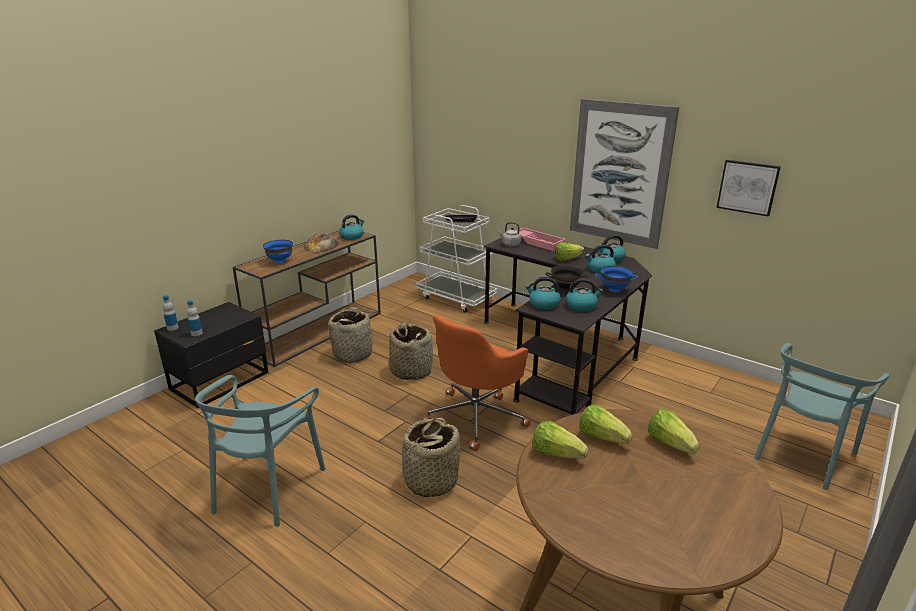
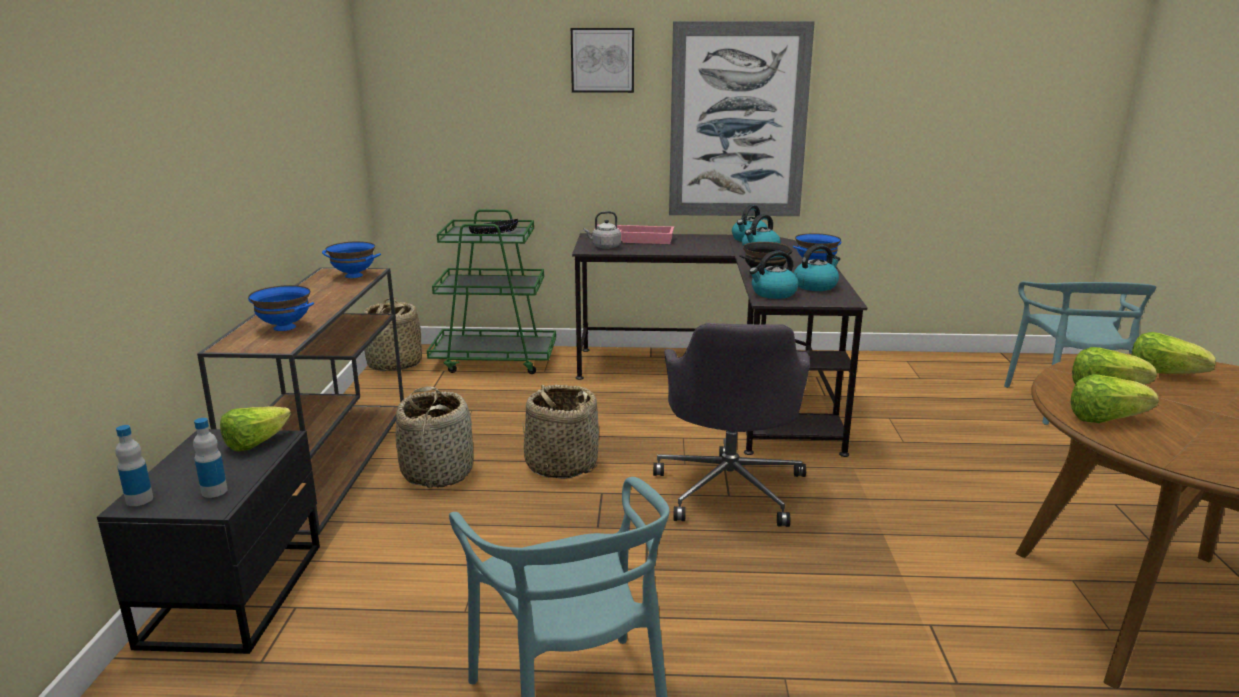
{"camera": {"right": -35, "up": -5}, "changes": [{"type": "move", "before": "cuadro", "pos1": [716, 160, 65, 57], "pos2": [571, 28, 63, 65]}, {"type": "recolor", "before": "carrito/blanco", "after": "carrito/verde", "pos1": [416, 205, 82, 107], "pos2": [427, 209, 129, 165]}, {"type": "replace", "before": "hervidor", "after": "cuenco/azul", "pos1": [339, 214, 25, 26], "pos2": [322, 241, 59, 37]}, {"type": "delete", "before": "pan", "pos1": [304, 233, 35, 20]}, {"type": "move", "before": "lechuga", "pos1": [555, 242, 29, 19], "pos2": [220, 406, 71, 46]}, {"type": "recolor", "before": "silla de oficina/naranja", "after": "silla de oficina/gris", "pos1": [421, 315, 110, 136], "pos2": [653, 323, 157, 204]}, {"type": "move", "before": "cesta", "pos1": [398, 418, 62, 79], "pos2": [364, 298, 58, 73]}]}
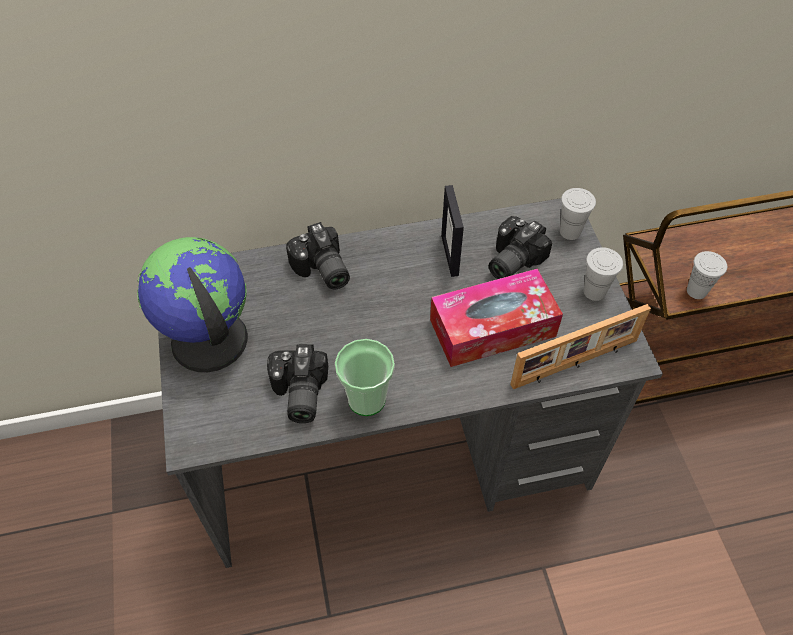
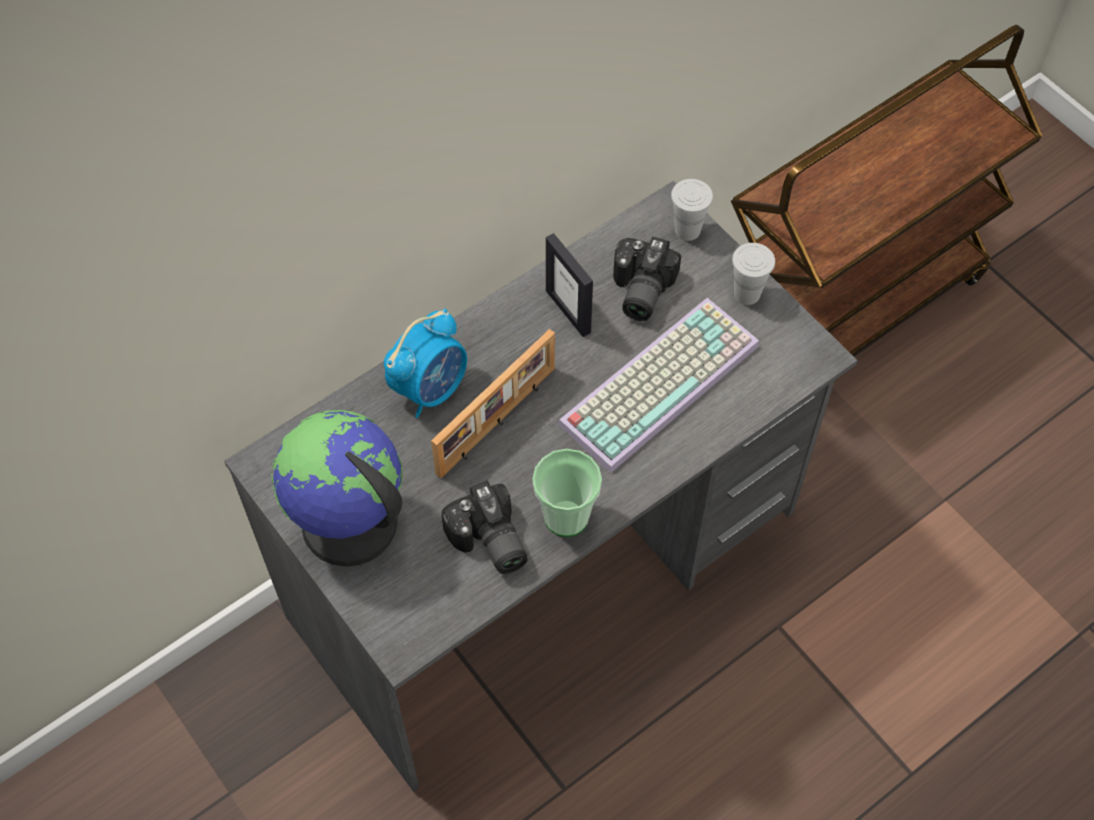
{"camera": {"right": -25, "up": 5}, "changes": [{"type": "replace", "before": "cámara", "after": "despertador", "pos1": [286, 222, 64, 68], "pos2": [384, 309, 83, 109]}, {"type": "delete", "before": "taza/blanco", "pos1": [687, 251, 40, 48]}, {"type": "replace", "before": "caja de pañuelos", "after": "teclado", "pos1": [430, 268, 133, 99], "pos2": [558, 298, 202, 175]}, {"type": "move", "before": "portarretratos", "pos1": [510, 304, 141, 85], "pos2": [431, 329, 124, 149]}]}
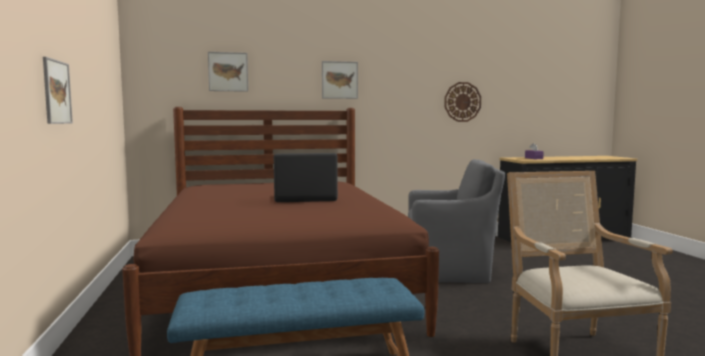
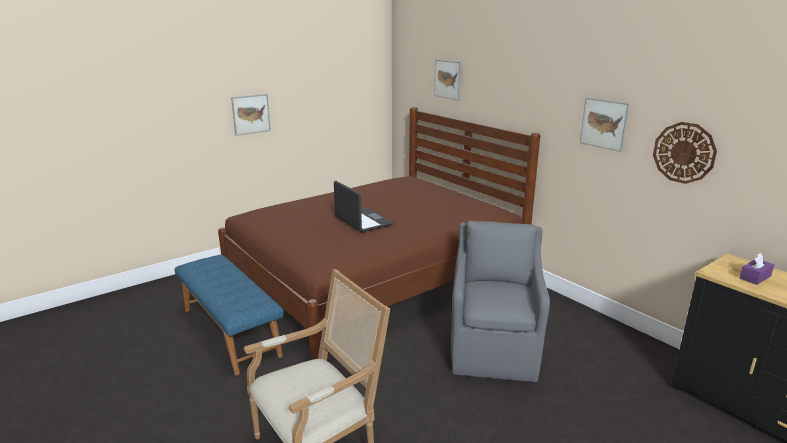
{"camera": {"right": 65, "up": 15}, "changes": [{"type": "move", "before": "cuadro", "pos1": [322, 61, 36, 38], "pos2": [580, 97, 50, 55]}, {"type": "rotate", "before": "sillón/gris", "pos1": [408, 159, 97, 124], "pos2": [451, 221, 99, 161], "turn": -150}]}
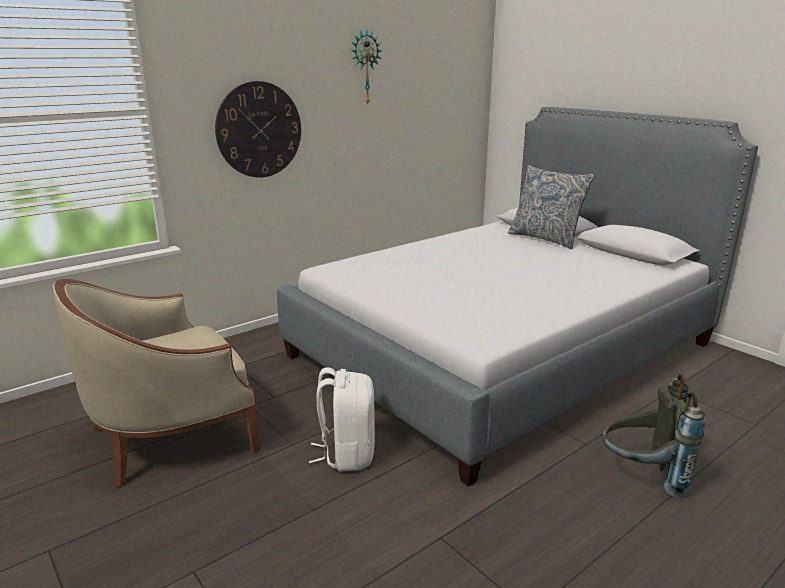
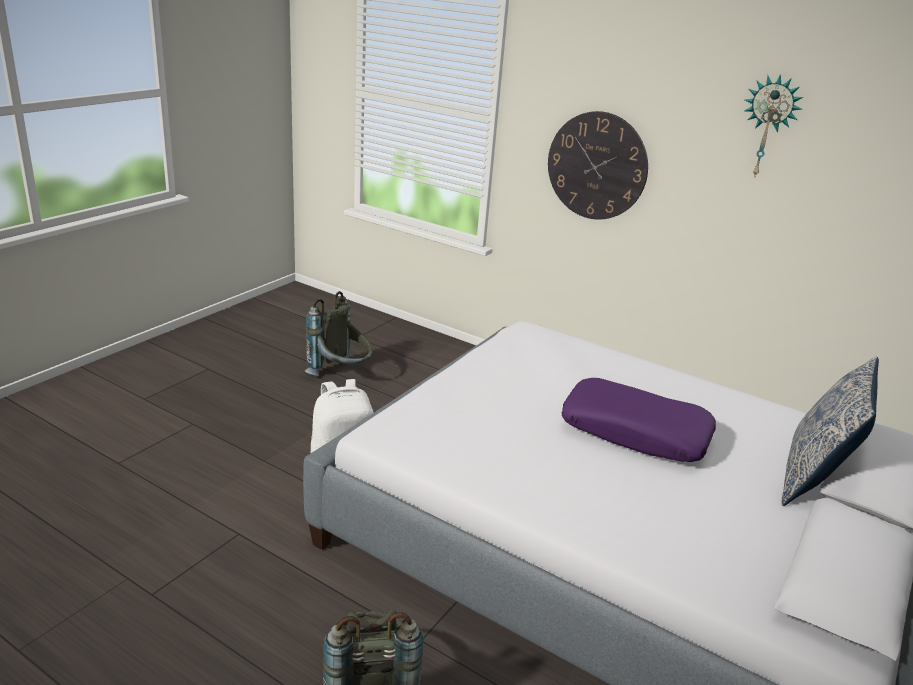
{"camera": {"right": 70, "up": 5}, "changes": [{"type": "replace", "before": "sillón/beis", "after": "mochila/gris", "pos1": [53, 279, 207, 208], "pos2": [305, 291, 67, 85]}, {"type": "insert", "after": "cojín/morado", "pos2": [562, 378, 154, 84]}]}
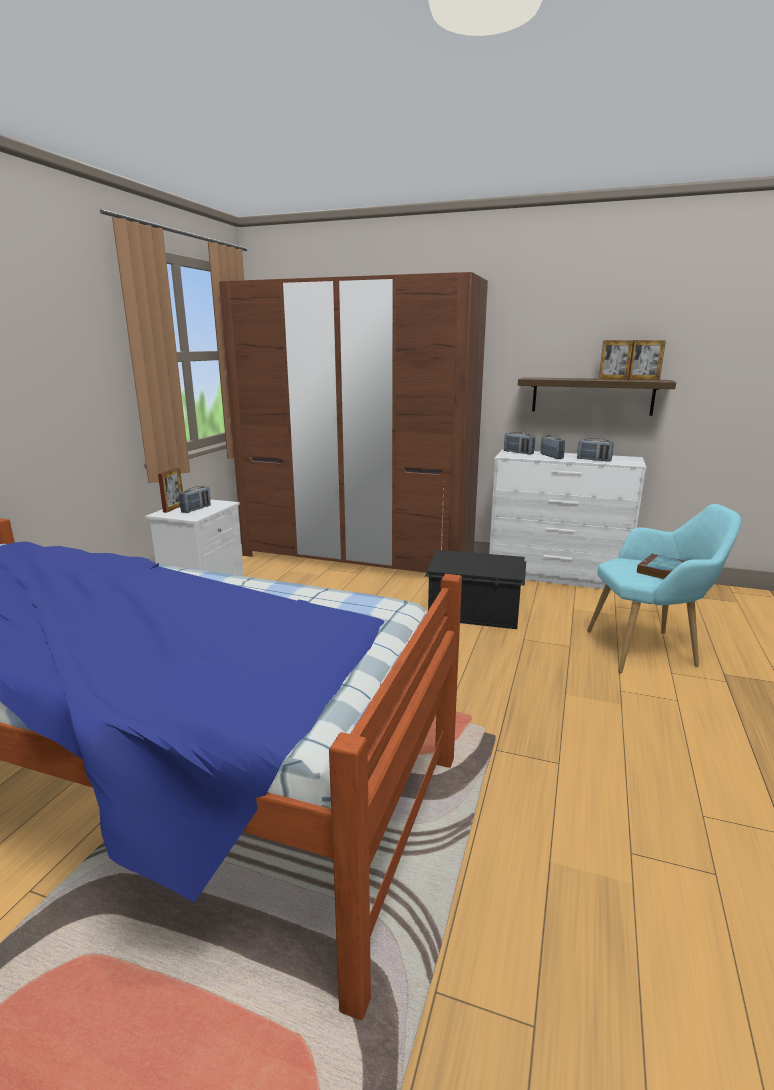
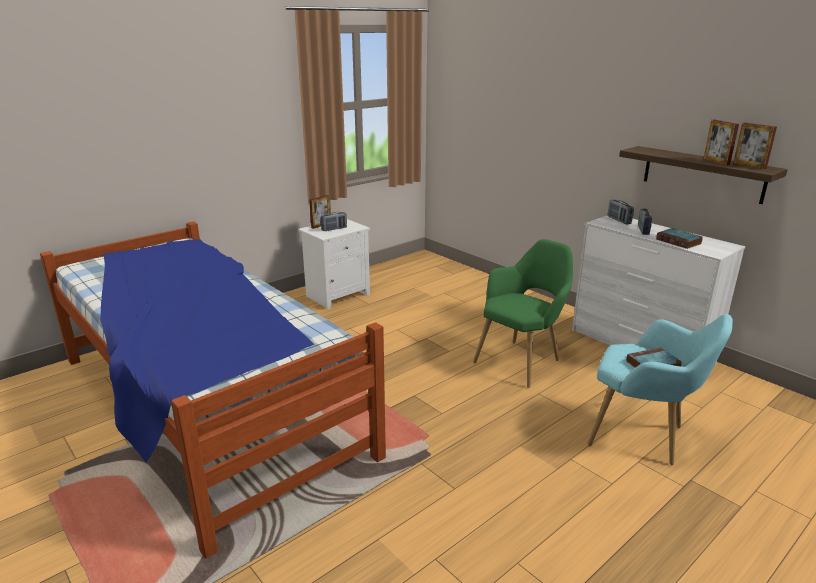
{"camera": {"right": 30, "up": 5}, "changes": [{"type": "delete", "before": "armario ropero/marrón", "pos1": [219, 272, 269, 301]}, {"type": "replace", "before": "radio", "after": "libro", "pos1": [577, 438, 37, 24], "pos2": [656, 228, 47, 21]}, {"type": "replace", "before": "caja de almacenaje/negro", "after": "sillón/verde", "pos1": [425, 550, 101, 79], "pos2": [473, 239, 100, 149]}]}
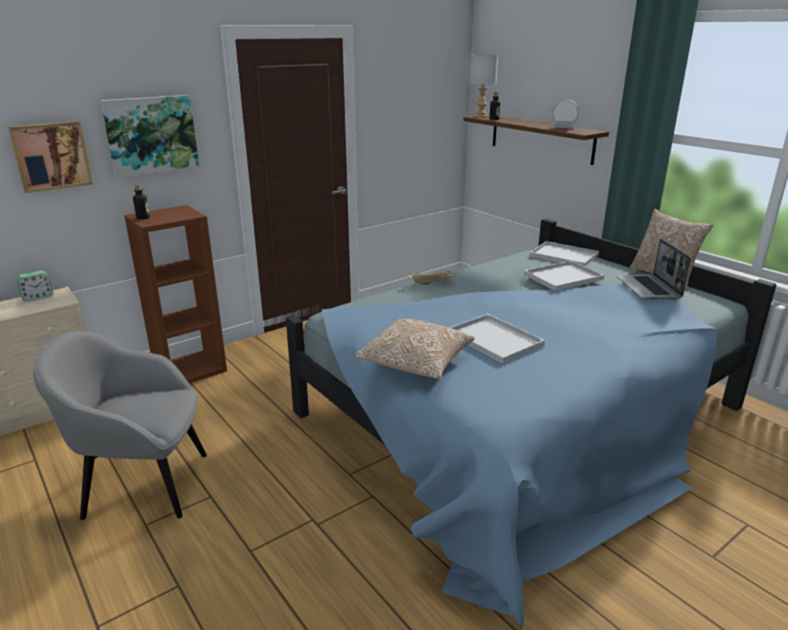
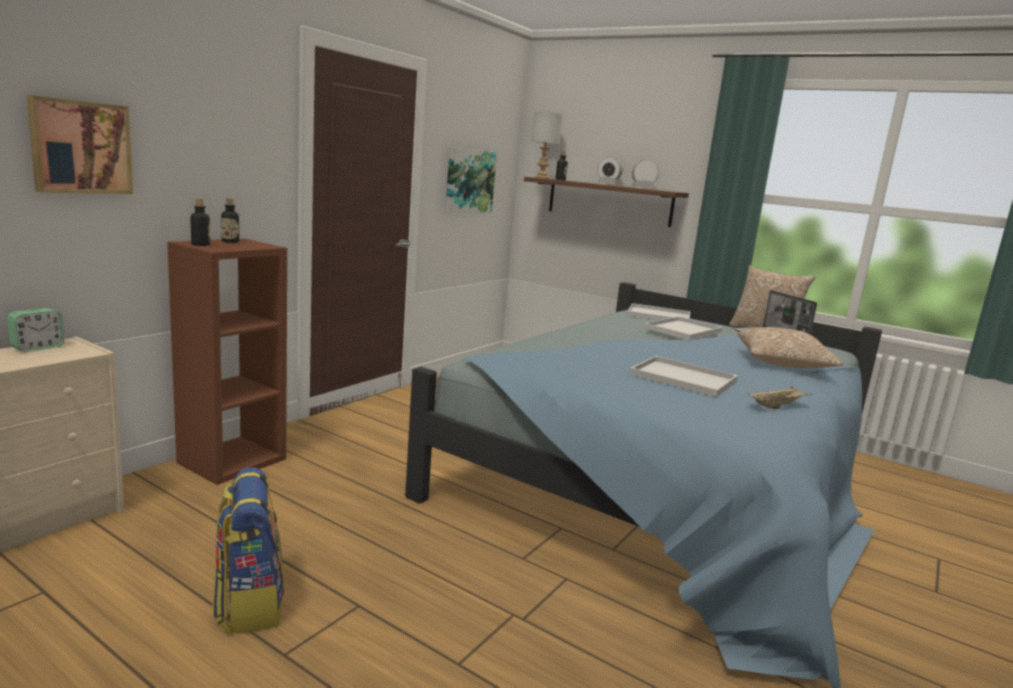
{"camera": {"right": -20, "up": -10}, "changes": [{"type": "move", "before": "cuadro", "pos1": [100, 95, 99, 83], "pos2": [445, 147, 52, 66]}, {"type": "move", "before": "bandeja/beis", "pos1": [407, 270, 48, 15], "pos2": [748, 386, 64, 23]}, {"type": "move", "before": "cojín", "pos1": [354, 319, 121, 60], "pos2": [738, 327, 106, 41]}, {"type": "replace", "before": "sillón/gris", "after": "mochila", "pos1": [34, 331, 173, 189], "pos2": [212, 467, 72, 167]}, {"type": "insert", "after": "despertador", "pos2": [597, 157, 26, 28]}, {"type": "insert", "after": "botella", "pos2": [221, 198, 18, 45]}]}
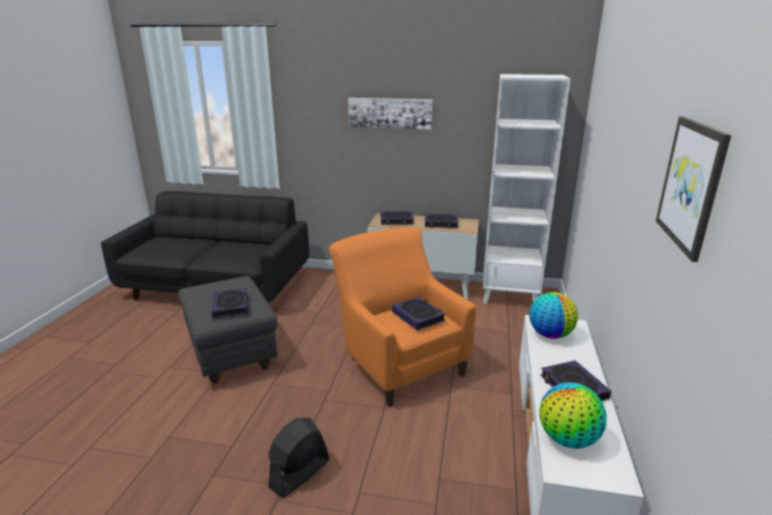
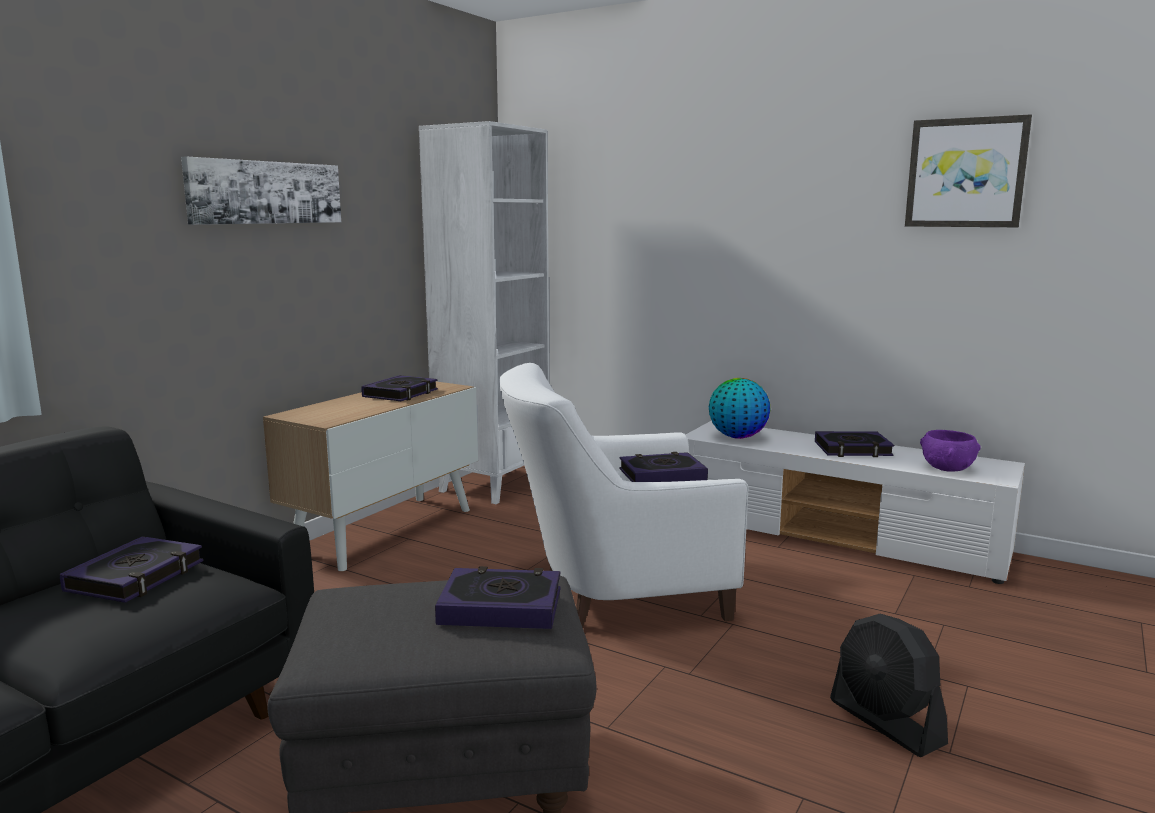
{"camera": {"right": -70, "up": -10}, "changes": [{"type": "move", "before": "libro", "pos1": [381, 211, 33, 14], "pos2": [60, 536, 144, 67]}, {"type": "recolor", "before": "sillón/naranja", "after": "sillón/blanco", "pos1": [329, 227, 147, 180], "pos2": [499, 363, 249, 265]}, {"type": "replace", "before": "globo terráqueo", "after": "cuenco/morado", "pos1": [539, 382, 68, 67], "pos2": [920, 430, 61, 42]}]}
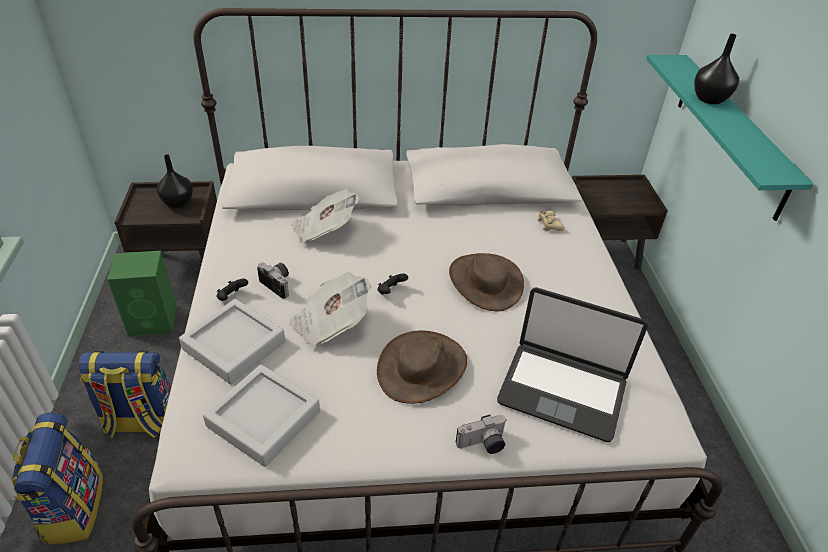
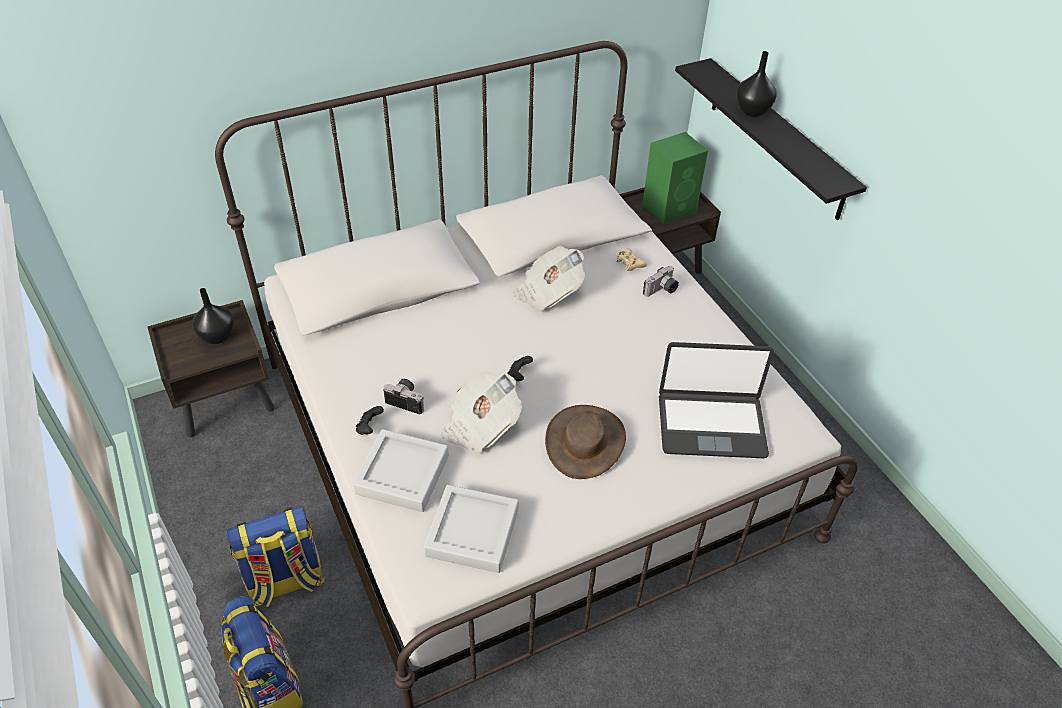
{"camera": {"right": -20, "up": 5}, "changes": [{"type": "recolor", "before": "estante/turquesa", "after": "estante/negro", "pos1": [646, 55, 168, 166], "pos2": [675, 58, 192, 162]}, {"type": "move", "before": "periódico", "pos1": [291, 189, 68, 54], "pos2": [514, 246, 71, 66]}, {"type": "move", "before": "altavoz/verde", "pos1": [107, 251, 70, 85], "pos2": [643, 132, 65, 92]}, {"type": "delete", "before": "sombrero/marrón", "pos1": [449, 253, 75, 59]}, {"type": "move", "before": "cámara", "pos1": [456, 415, 51, 39], "pos2": [643, 266, 36, 31]}]}
